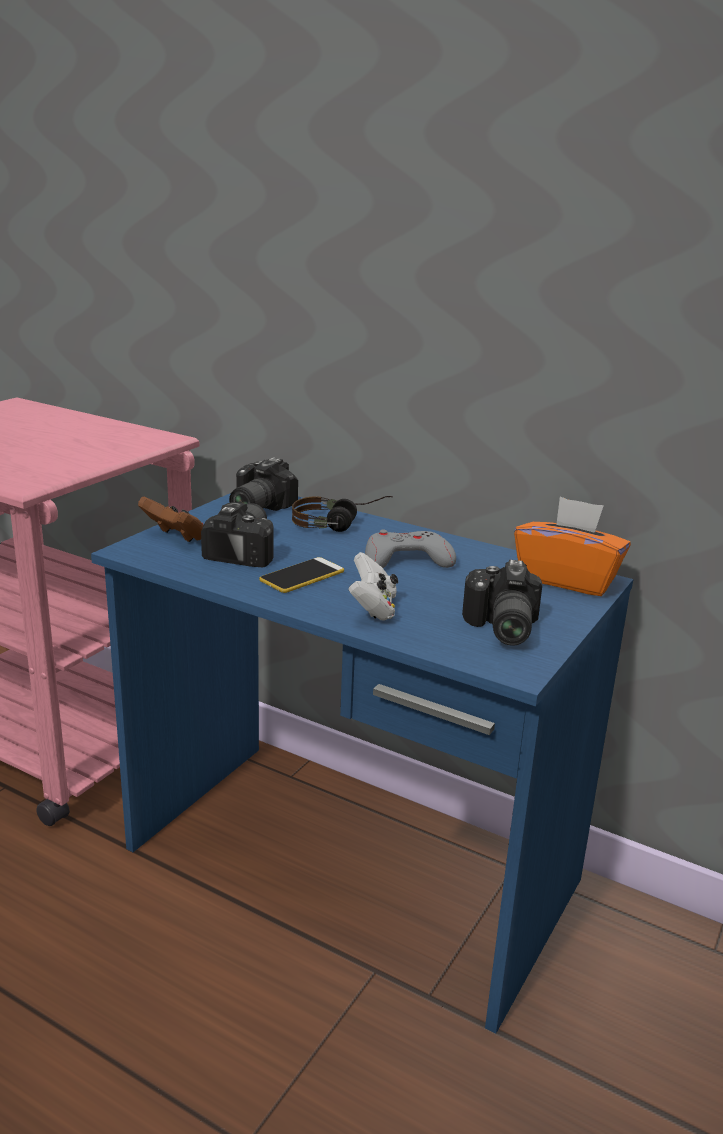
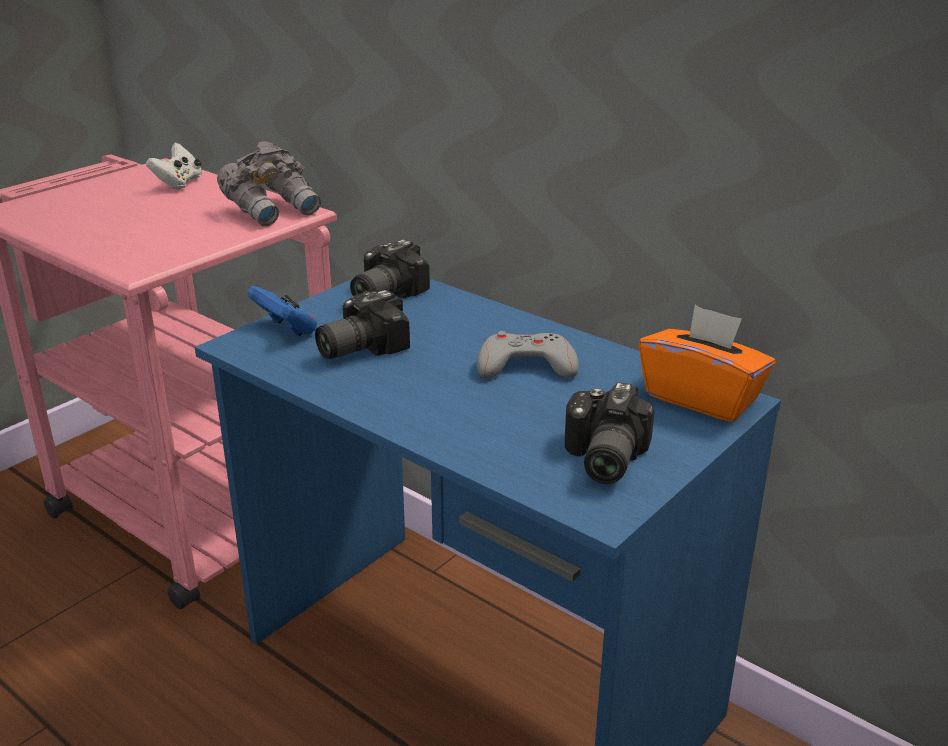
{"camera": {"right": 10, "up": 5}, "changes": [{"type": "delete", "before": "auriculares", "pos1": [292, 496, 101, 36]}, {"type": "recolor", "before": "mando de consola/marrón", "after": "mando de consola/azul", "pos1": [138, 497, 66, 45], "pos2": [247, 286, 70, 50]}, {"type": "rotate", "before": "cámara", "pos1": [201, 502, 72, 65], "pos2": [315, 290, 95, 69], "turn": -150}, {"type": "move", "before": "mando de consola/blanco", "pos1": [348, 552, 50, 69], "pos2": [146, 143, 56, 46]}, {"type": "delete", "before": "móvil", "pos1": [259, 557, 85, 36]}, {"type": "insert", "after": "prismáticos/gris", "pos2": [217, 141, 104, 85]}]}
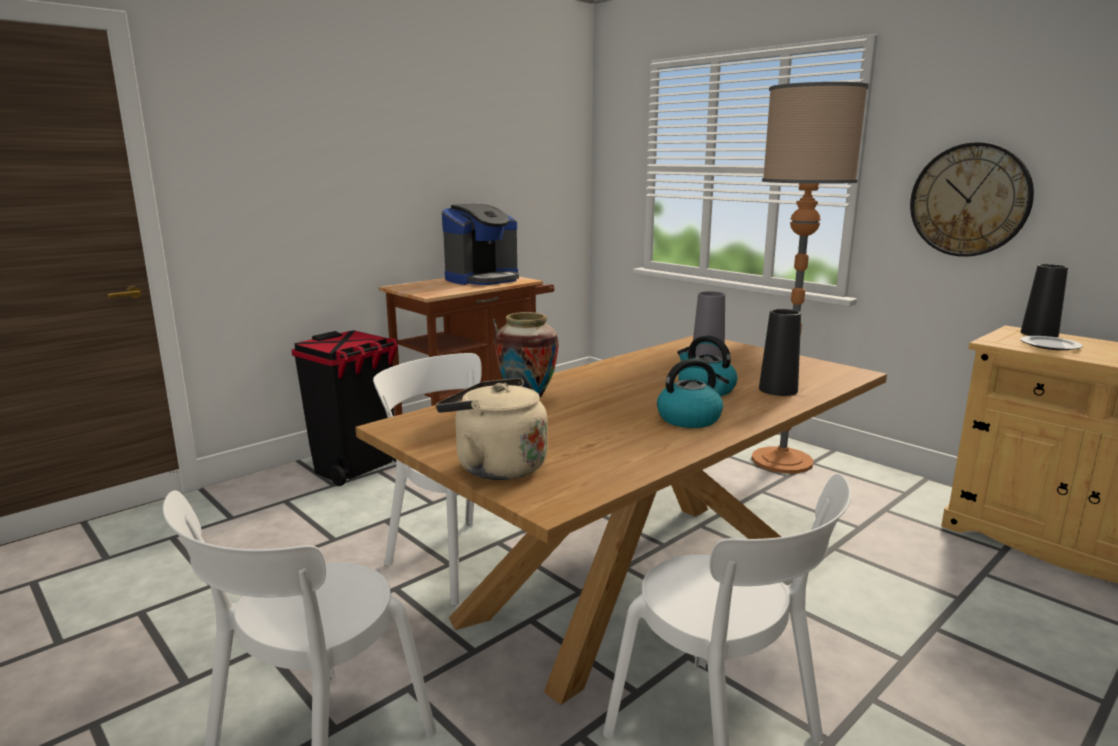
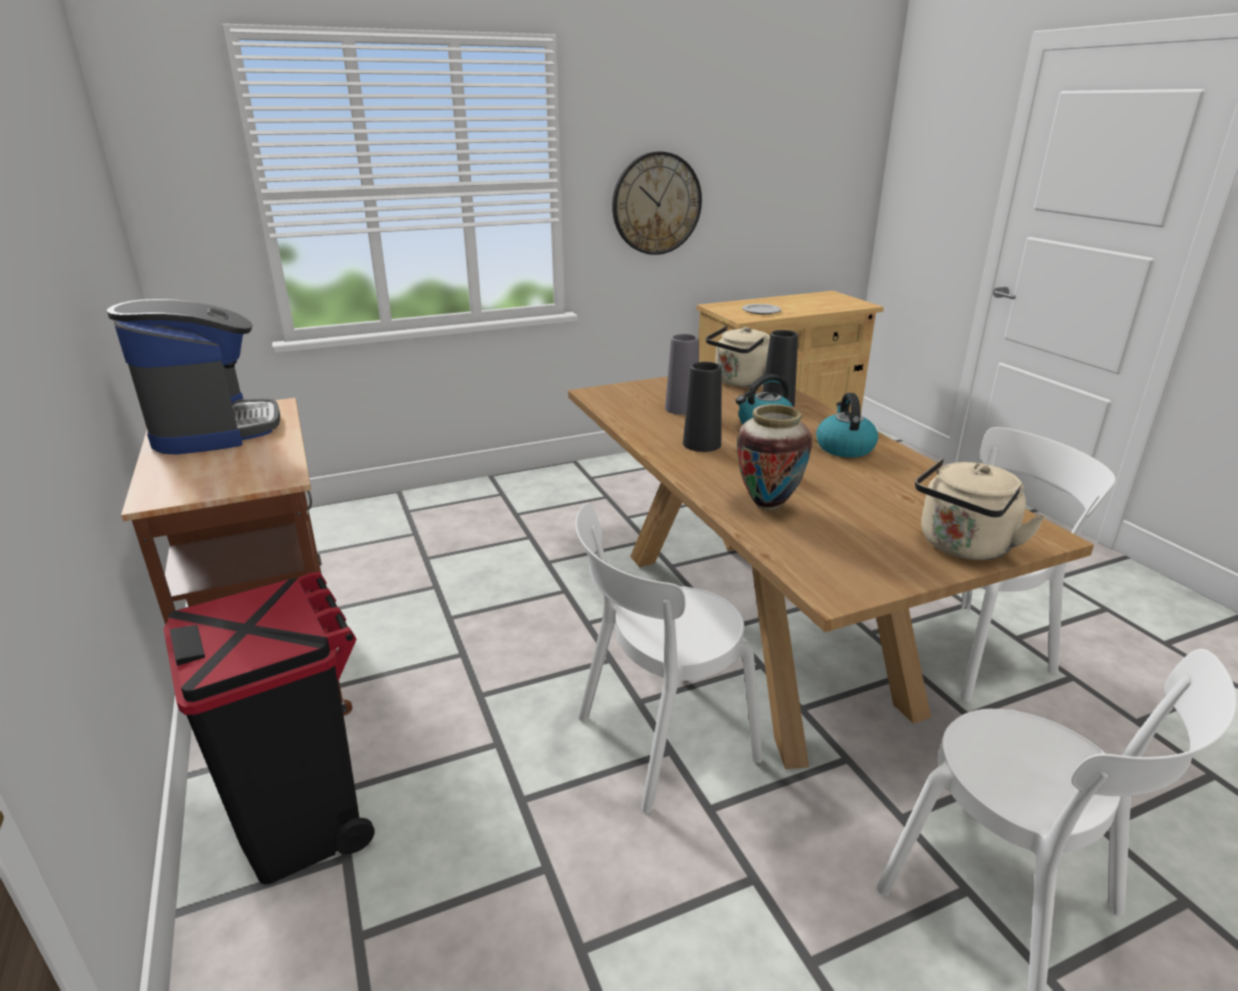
{"camera": {"right": -70, "up": 10}, "changes": [{"type": "delete", "before": "lámpara de pie", "pos1": [752, 82, 117, 391]}, {"type": "move", "before": "florero/negro", "pos1": [1021, 264, 47, 73], "pos2": [683, 362, 39, 90]}, {"type": "insert", "after": "hervidor/beis", "pos2": [706, 326, 64, 61]}]}
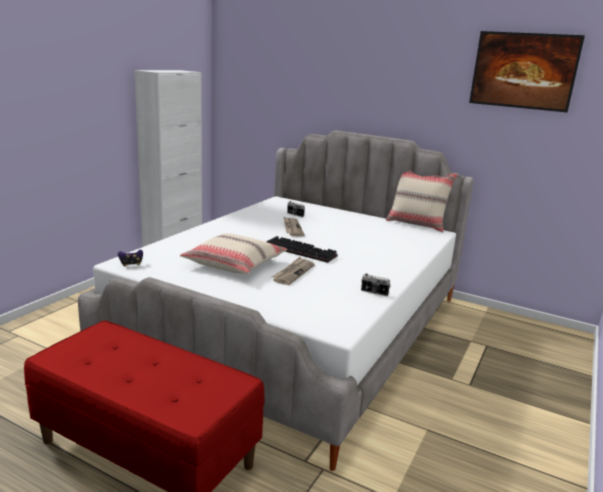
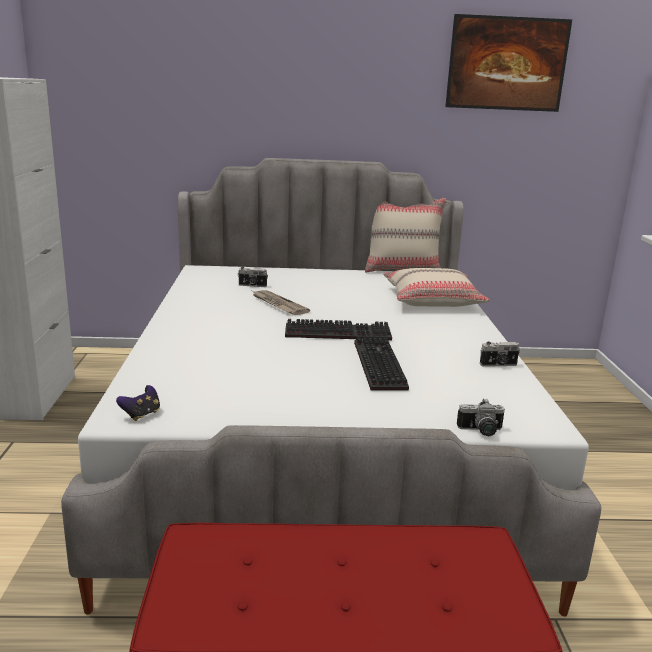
{"camera": {"right": -30, "up": 0}, "changes": [{"type": "move", "before": "cojín/beis", "pos1": [180, 233, 107, 41], "pos2": [383, 268, 107, 39]}, {"type": "replace", "before": "periódico", "after": "teclado", "pos1": [272, 257, 43, 28], "pos2": [354, 336, 55, 55]}, {"type": "insert", "after": "cámara", "pos2": [457, 398, 48, 38]}]}
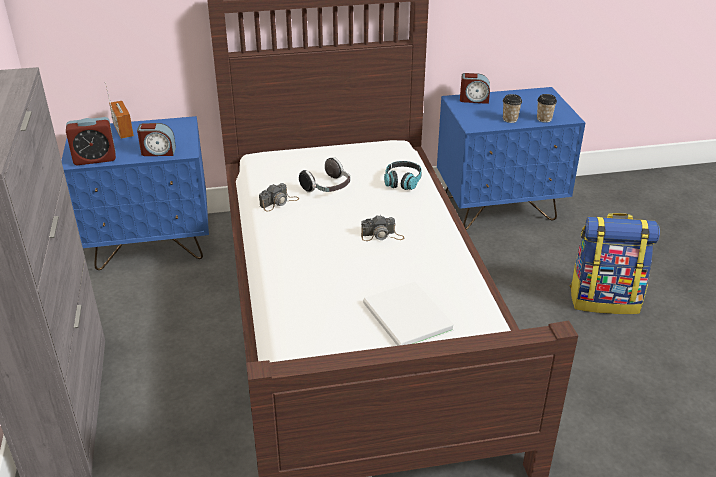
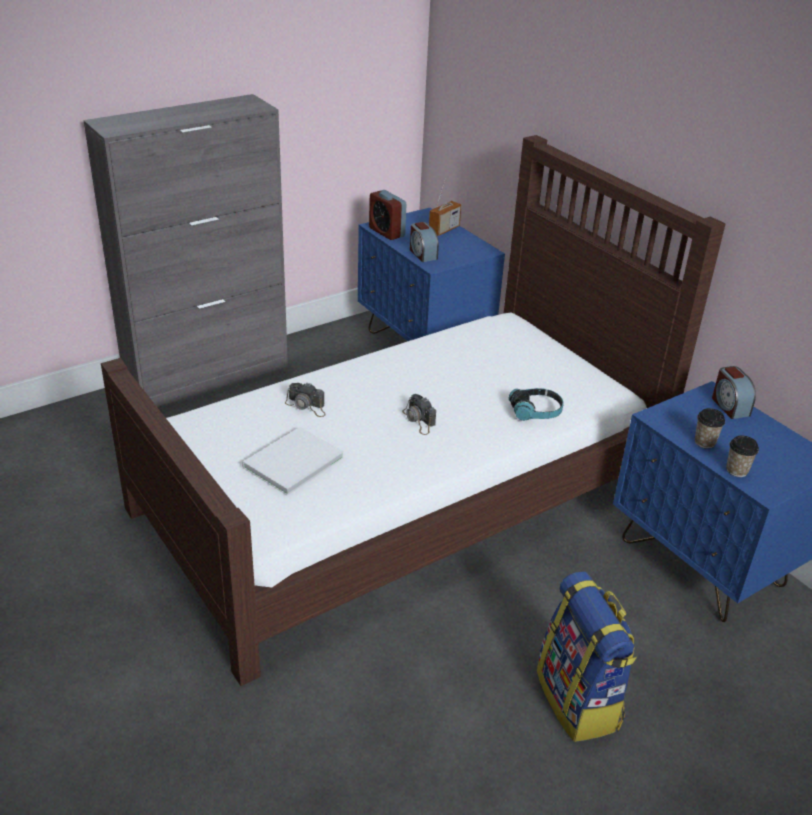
{"camera": {"right": 65, "up": 0}, "changes": [{"type": "delete", "before": "auriculares", "pos1": [299, 157, 51, 36]}, {"type": "move", "before": "cámara", "pos1": [259, 183, 40, 28], "pos2": [285, 382, 41, 35]}]}
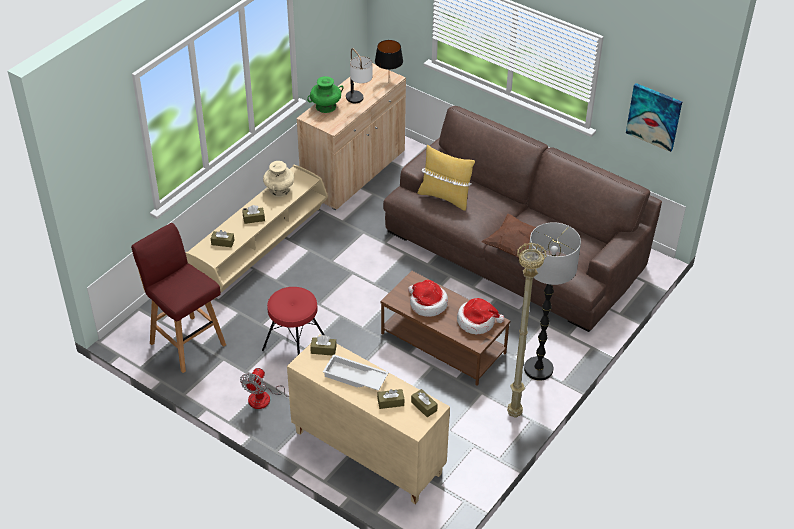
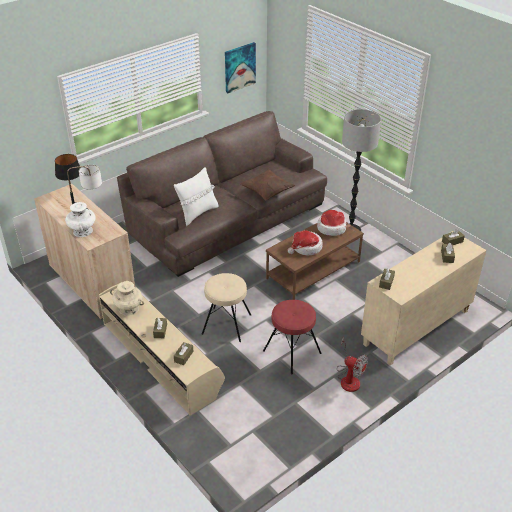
{"camera": {"right": -75, "up": -5}, "changes": [{"type": "recolor", "before": "florero/verde", "after": "florero/blanco", "pos1": [307, 76, 36, 37], "pos2": [65, 202, 31, 35]}, {"type": "recolor", "before": "cojín/amarillo", "after": "cojín/blanco", "pos1": [417, 145, 58, 66], "pos2": [174, 167, 45, 59]}, {"type": "delete", "before": "taburete/rojo", "pos1": [131, 223, 95, 150]}, {"type": "delete", "before": "lámpara de pie/beis", "pos1": [507, 242, 40, 176]}, {"type": "delete", "before": "bandeja/blanco", "pos1": [323, 354, 66, 37]}, {"type": "insert", "after": "taburete/beis", "pos2": [202, 273, 49, 69]}]}
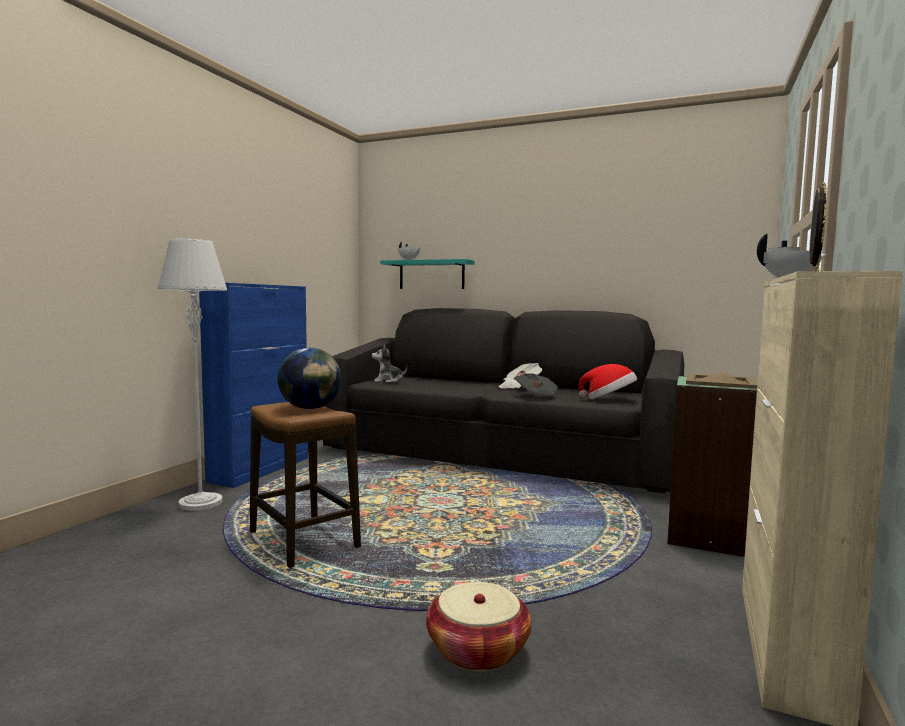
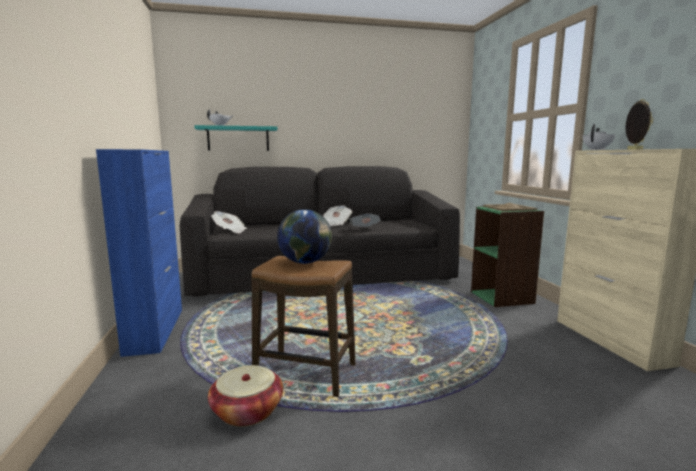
{"camera": {"right": -35, "up": 5}, "changes": [{"type": "delete", "before": "lámpara de pie/gris", "pos1": [158, 239, 69, 272]}, {"type": "replace", "before": "peluche", "after": "periódico", "pos1": [372, 344, 35, 39], "pos2": [211, 211, 36, 22]}, {"type": "delete", "before": "sombrero", "pos1": [579, 364, 58, 35]}, {"type": "move", "before": "cesta", "pos1": [426, 582, 106, 90], "pos2": [208, 365, 75, 62]}]}
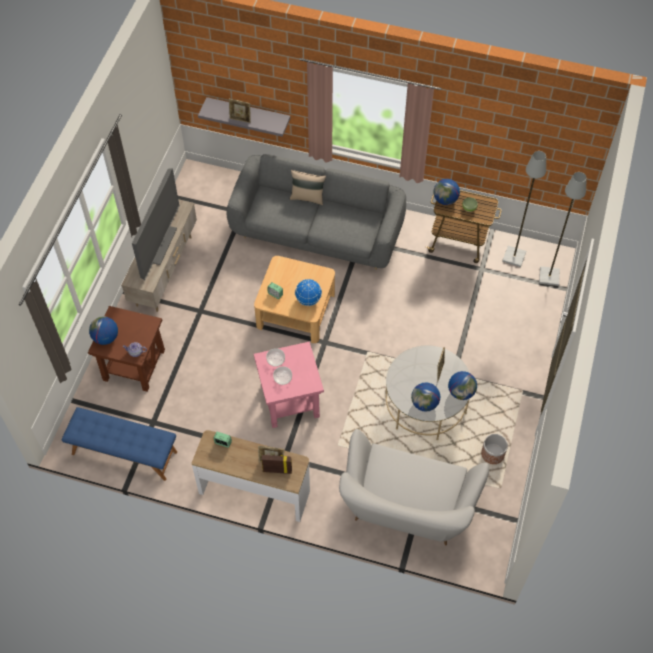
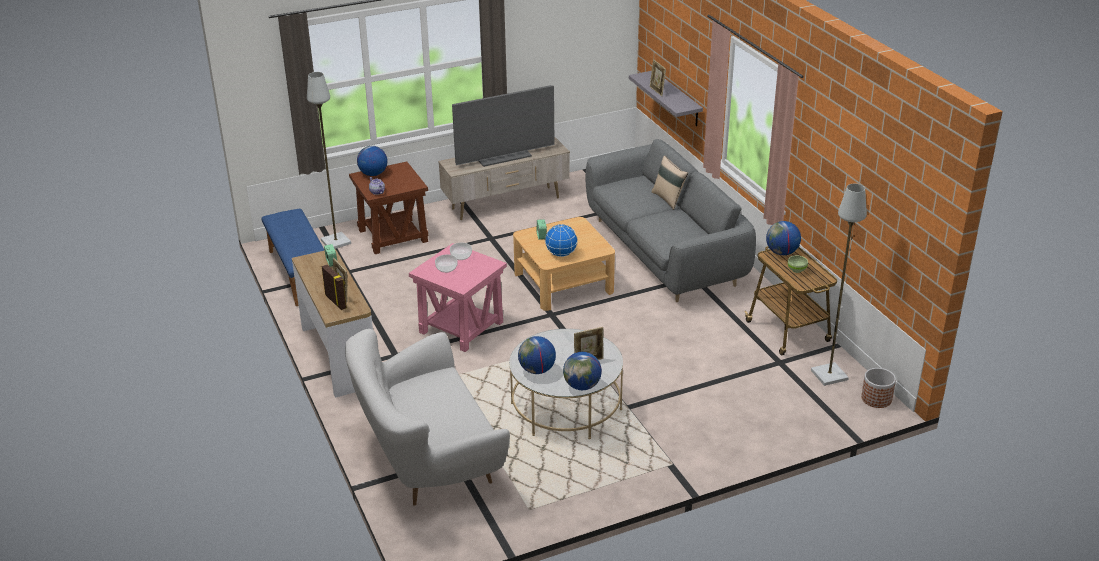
{"camera": {"right": 50, "up": -25}, "changes": [{"type": "move", "before": "lámpara de pie/gris", "pos1": [539, 172, 48, 114], "pos2": [307, 72, 44, 177]}, {"type": "move", "before": "maceta", "pos1": [481, 434, 27, 30], "pos2": [861, 368, 35, 40]}]}
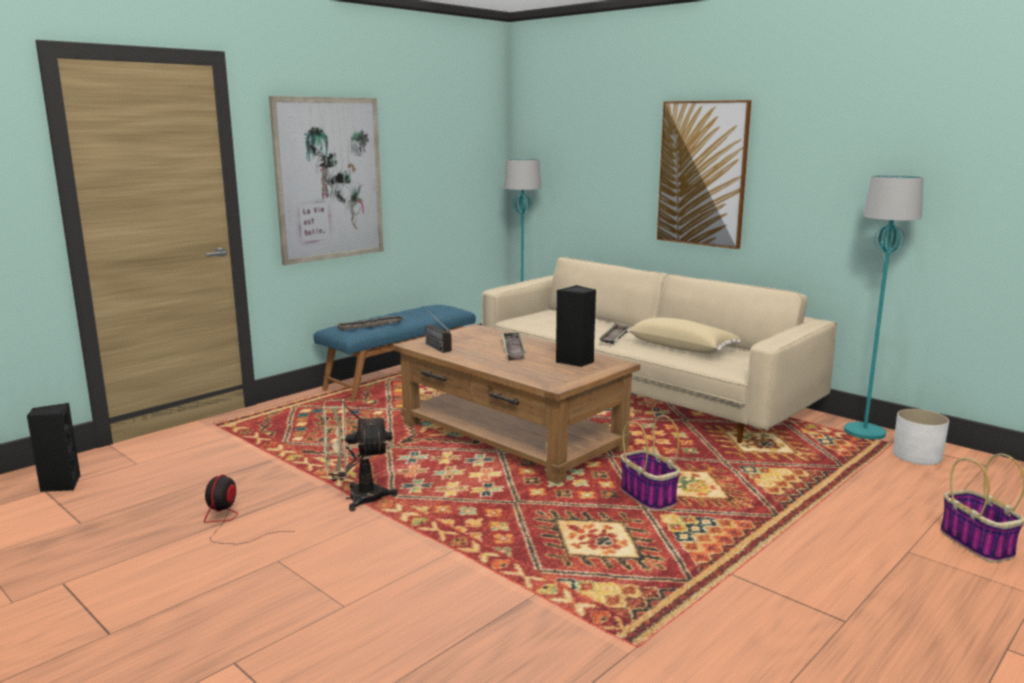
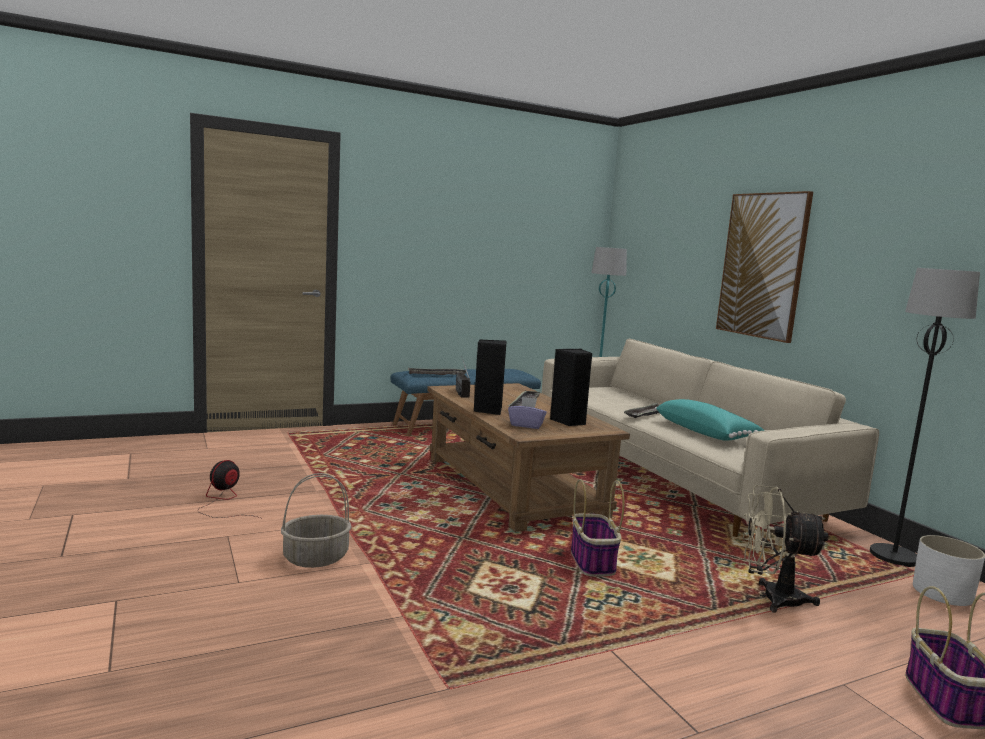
{"camera": {"right": 20, "up": -5}, "changes": [{"type": "delete", "before": "cuadro", "pos1": [269, 96, 115, 169]}, {"type": "recolor", "before": "lámpara de pie/turquesa", "after": "lámpara de pie/negro", "pos1": [844, 175, 80, 264], "pos2": [870, 268, 110, 299]}, {"type": "recolor", "before": "cojín/beis", "after": "cojín/turquesa", "pos1": [627, 317, 114, 37], "pos2": [654, 399, 111, 42]}, {"type": "move", "before": "ventilador/beis", "pos1": [323, 399, 75, 112], "pos2": [742, 485, 87, 128]}, {"type": "move", "before": "altavoz/negro", "pos1": [27, 403, 54, 89], "pos2": [474, 339, 33, 76]}, {"type": "insert", "after": "caja de pañuelos/morado", "pos2": [508, 397, 39, 32]}, {"type": "insert", "after": "cesta", "pos2": [281, 473, 71, 95]}]}
